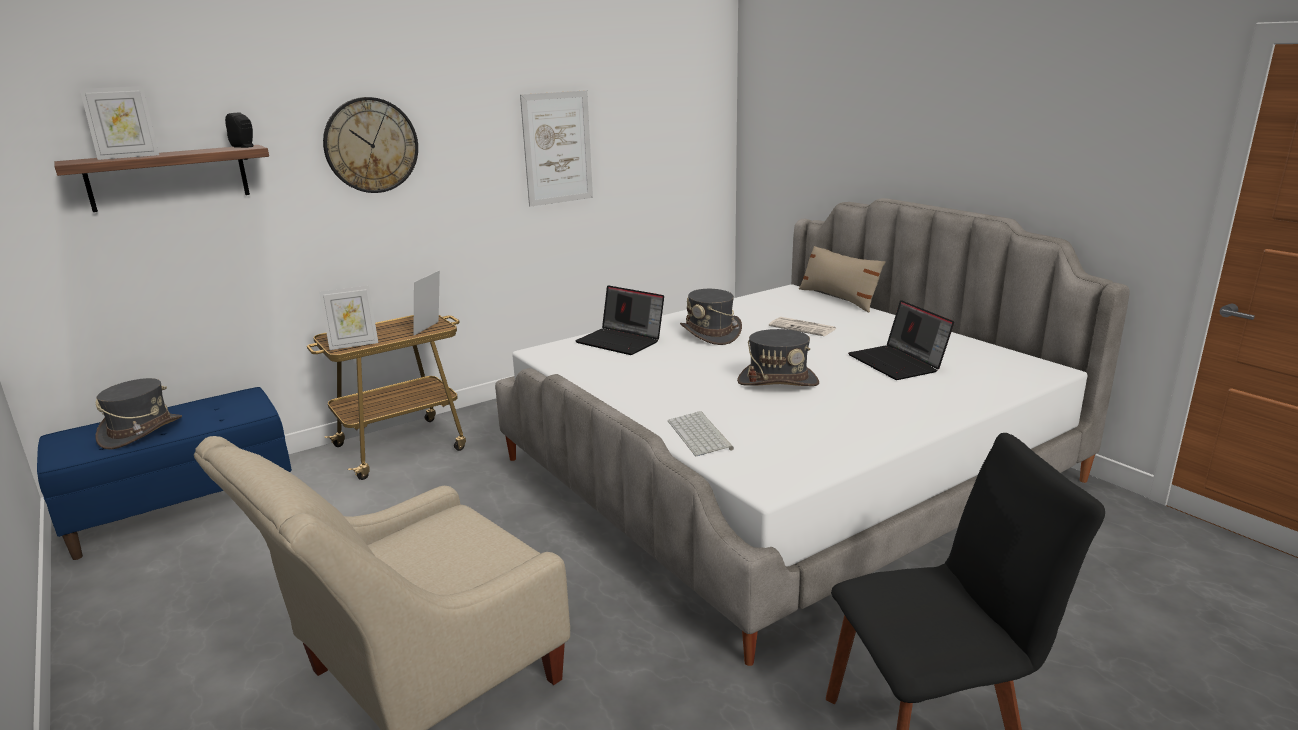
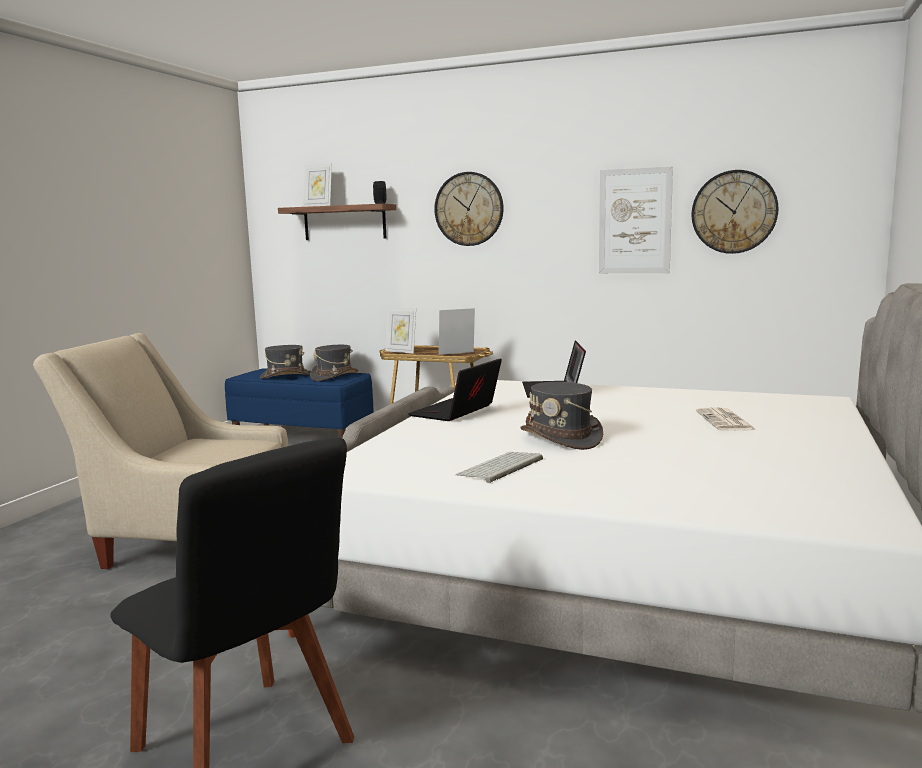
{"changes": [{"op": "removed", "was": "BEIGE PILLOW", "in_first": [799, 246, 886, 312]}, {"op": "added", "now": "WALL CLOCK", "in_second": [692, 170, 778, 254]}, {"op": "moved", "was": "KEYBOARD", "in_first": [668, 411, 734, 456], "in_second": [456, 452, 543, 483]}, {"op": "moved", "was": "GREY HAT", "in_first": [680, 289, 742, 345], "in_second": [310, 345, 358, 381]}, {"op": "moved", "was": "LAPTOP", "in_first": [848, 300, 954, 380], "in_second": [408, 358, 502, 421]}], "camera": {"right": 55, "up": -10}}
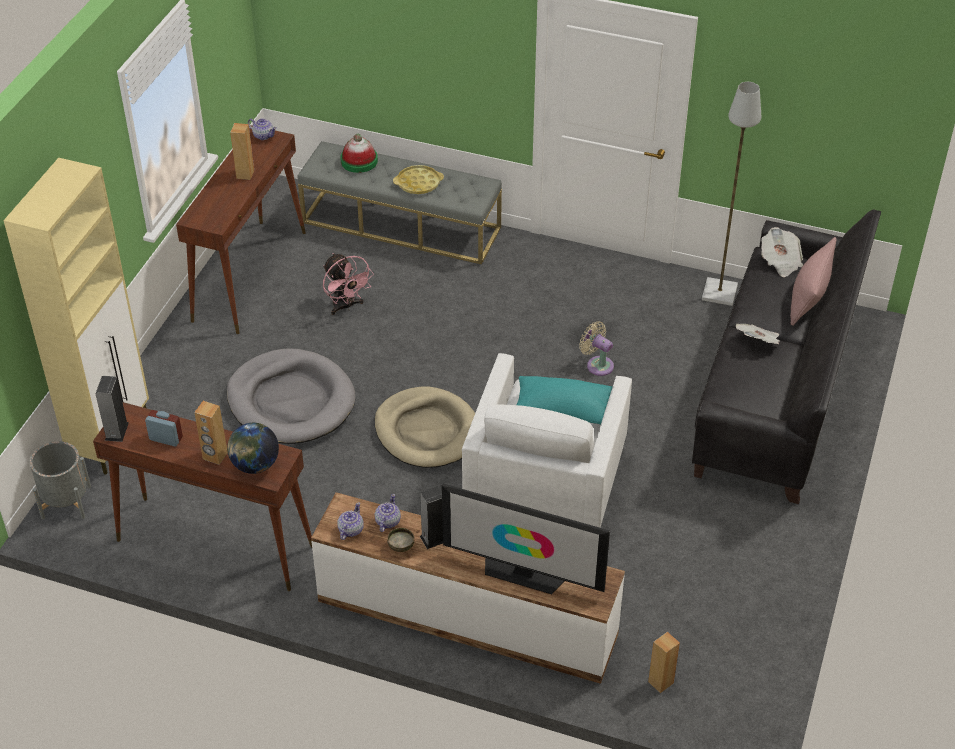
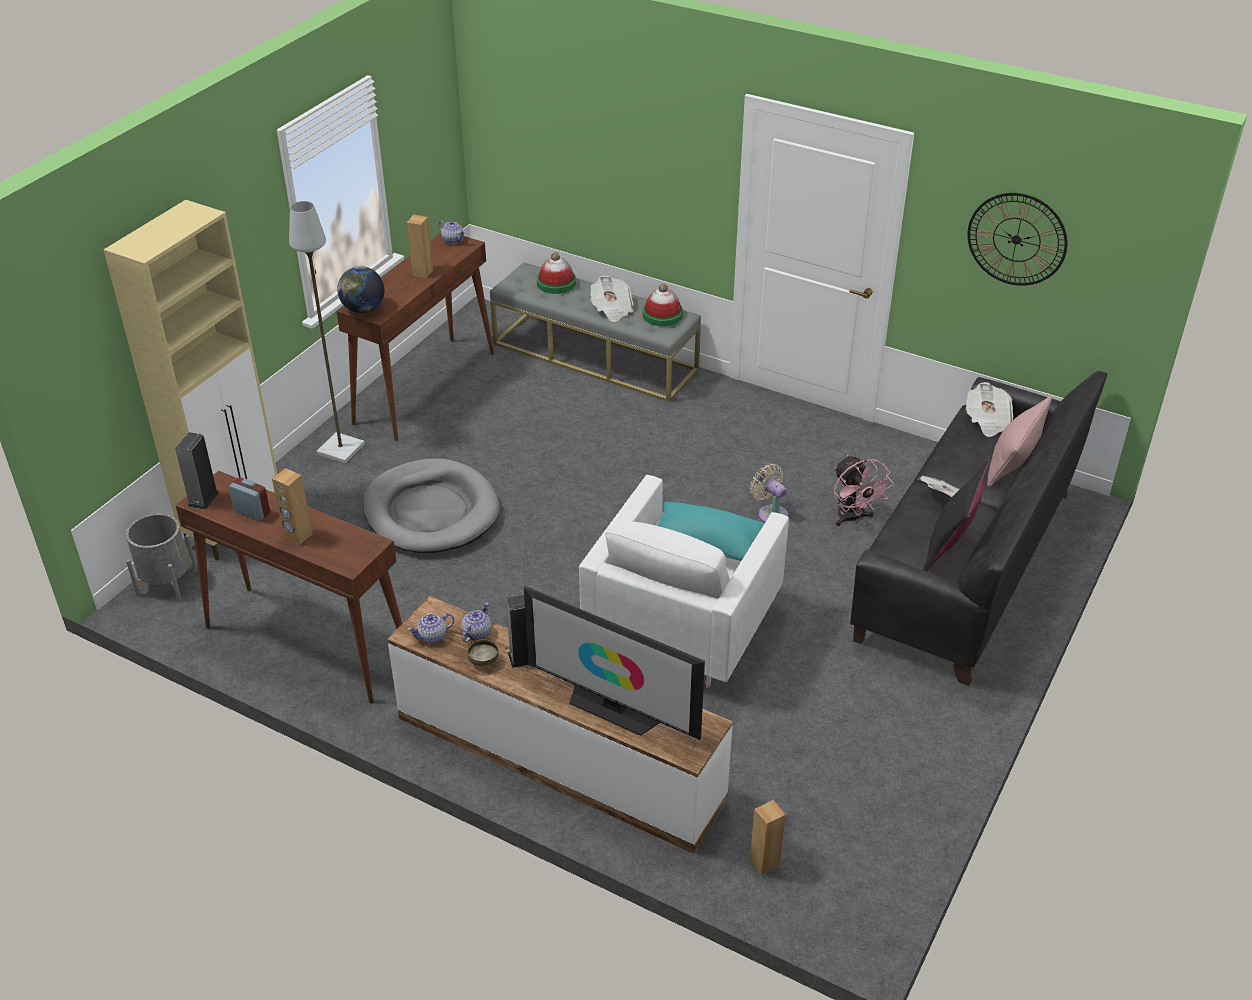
{"changes": [{"op": "removed", "was": "BEIGE DOG BED", "in_first": [375, 387, 475, 468]}, {"op": "added", "now": "HAT", "in_second": [643, 284, 683, 326]}, {"op": "added", "now": "BLACK PILLOW", "in_second": [923, 461, 990, 572]}, {"op": "added", "now": "WALL CLOCK", "in_second": [967, 193, 1068, 286]}, {"op": "moved", "was": "GLOBE", "in_first": [227, 423, 279, 474], "in_second": [337, 266, 385, 313]}, {"op": "moved", "was": "PINK FAN", "in_first": [323, 253, 374, 315], "in_second": [834, 455, 894, 526]}, {"op": "moved", "was": "GREY FLOOR LAMP", "in_first": [702, 82, 761, 306], "in_second": [289, 201, 365, 464]}, {"op": "replaced", "was": "YELLOW TRAY", "now": "NEWSPAPER", "in_first": [393, 165, 444, 194], "in_second": [591, 275, 633, 322]}, {"op": "turned", "was": "TEAPOT", "in_first": [337, 502, 364, 540], "in_second": [407, 613, 454, 644], "clockwise": -150}], "camera": {"right": 10, "up": -5}}
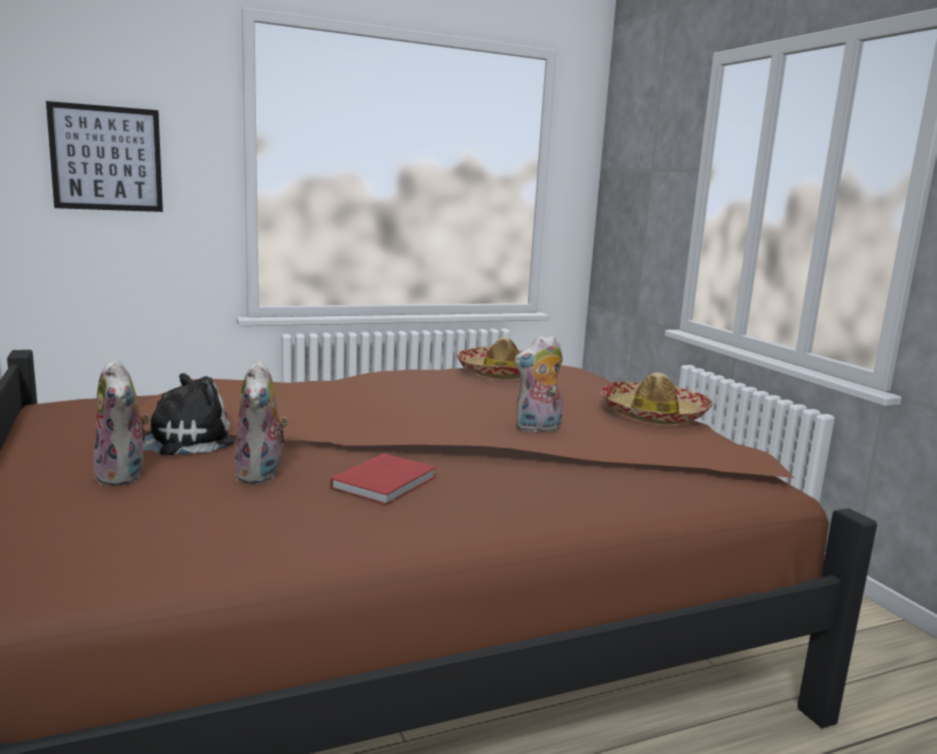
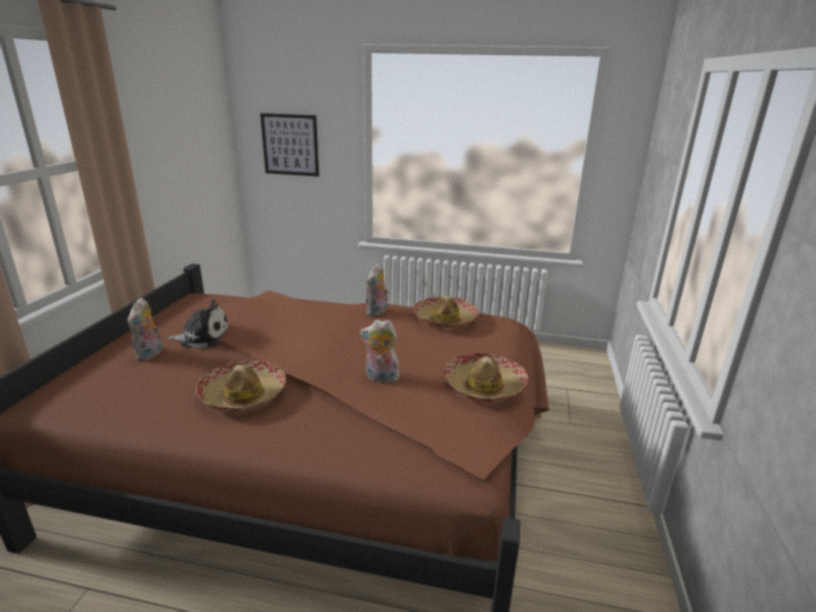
{"changes": [{"op": "moved", "was": "PLUSH TOY", "in_first": [235, 359, 289, 484], "in_second": [366, 263, 388, 317]}, {"op": "replaced", "was": "RED BOOK", "now": "HAT", "in_first": [330, 453, 436, 505], "in_second": [195, 361, 286, 411]}], "camera": {"right": 35, "up": 10}}
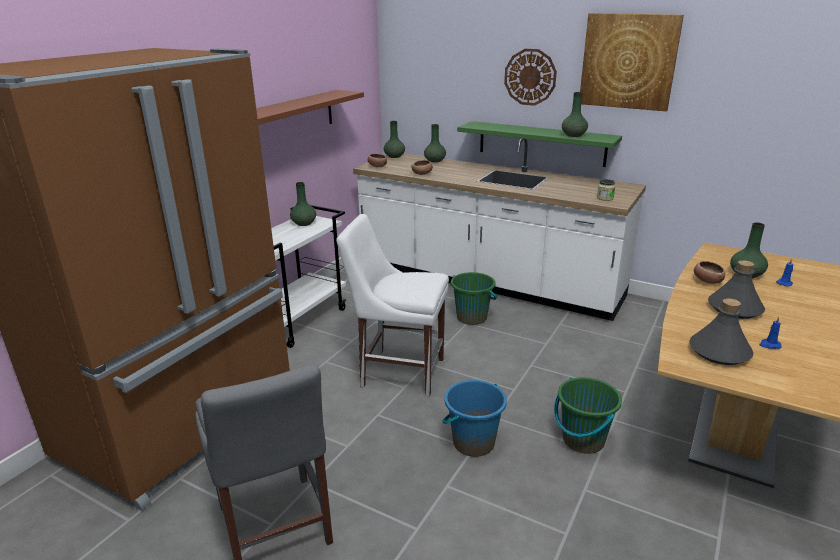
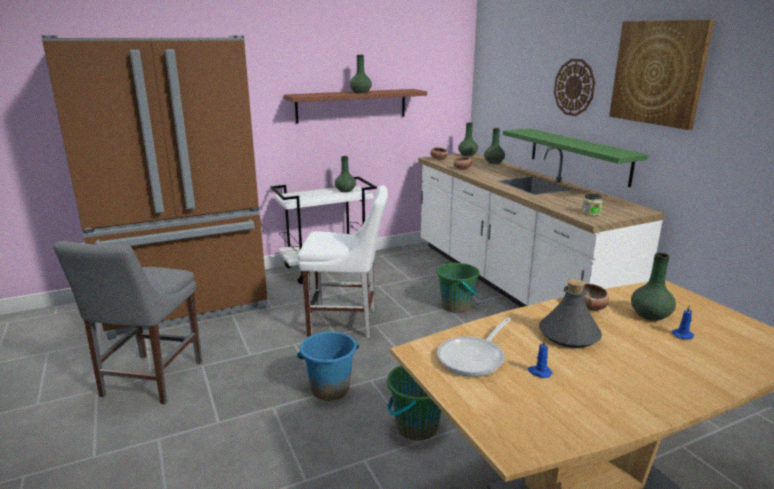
{"changes": [{"op": "moved", "was": "GREEN VASE", "in_first": [562, 92, 588, 137], "in_second": [350, 55, 372, 93]}, {"op": "replaced", "was": "GREY BOTTLE", "now": "FRYING PAN", "in_first": [689, 298, 753, 365], "in_second": [437, 317, 511, 377]}, {"op": "turned", "was": "WHITE CHAIR", "in_first": [336, 214, 449, 396], "in_second": [298, 185, 388, 338], "clockwise": 135}], "camera": {"right": 35, "up": -5}}
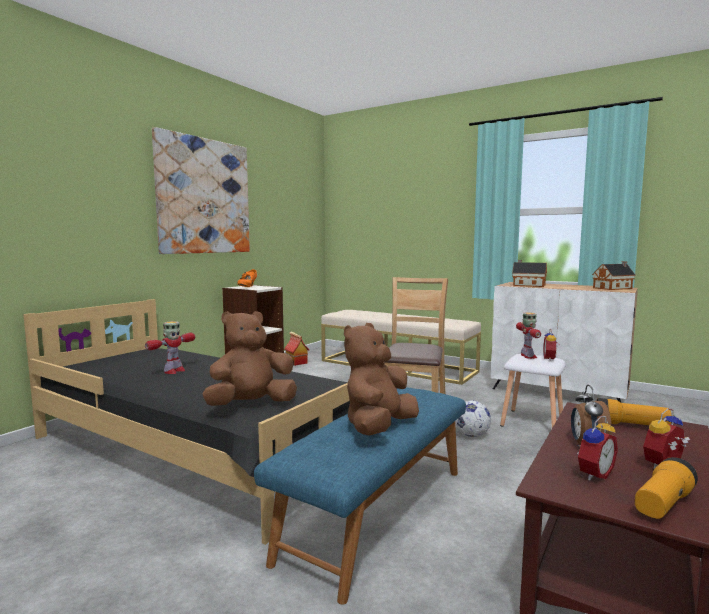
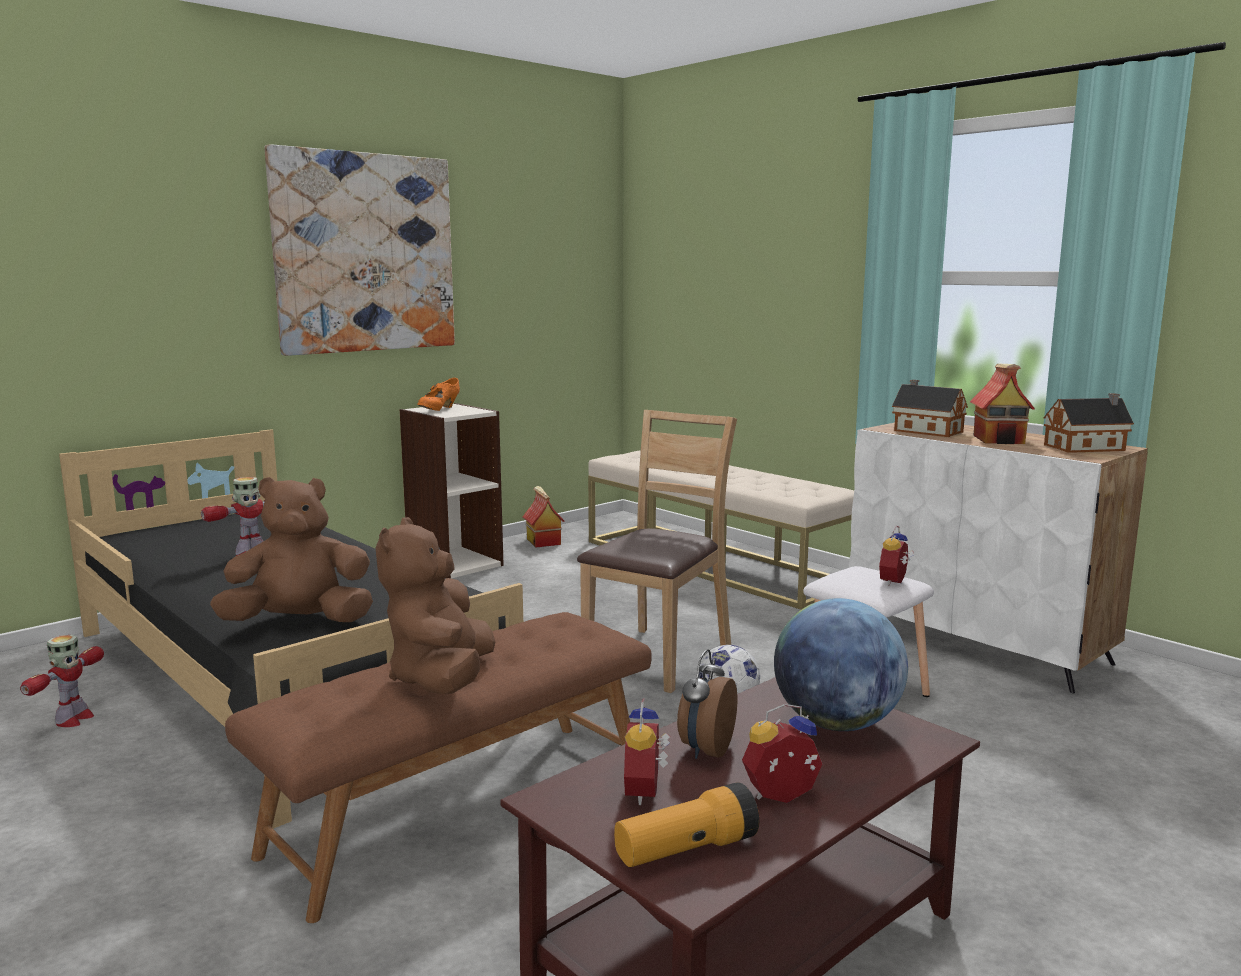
{"changes": [{"op": "added", "now": "TOY HOUSE", "in_second": [970, 364, 1035, 444]}, {"op": "moved", "was": "TOY ROBOT", "in_first": [516, 312, 541, 359], "in_second": [20, 635, 104, 727]}, {"op": "replaced", "was": "FLASHLIGHT", "now": "GLOBE", "in_first": [597, 398, 672, 425], "in_second": [774, 598, 908, 731]}, {"op": "recoloured", "was": "BLUE BENCH", "now": "BROWN BENCH", "in_first": [254, 387, 466, 605], "in_second": [225, 612, 652, 923]}, {"op": "turned", "was": "BROWN PLUSH TOY", "in_first": [344, 323, 419, 436], "in_second": [375, 517, 495, 694], "clockwise": -45}, {"op": "turned", "was": "ALARM CLOCK", "in_first": [576, 416, 618, 481], "in_second": [624, 698, 670, 805], "clockwise": 120}], "camera": {"right": 15, "up": 5}}
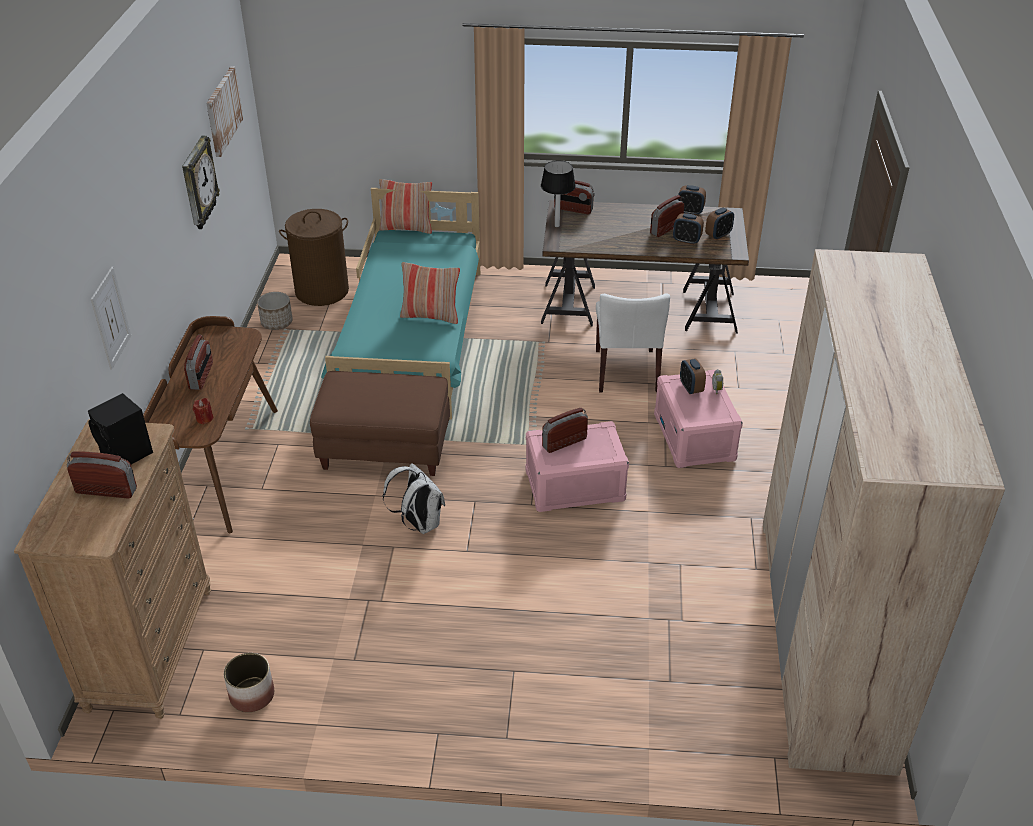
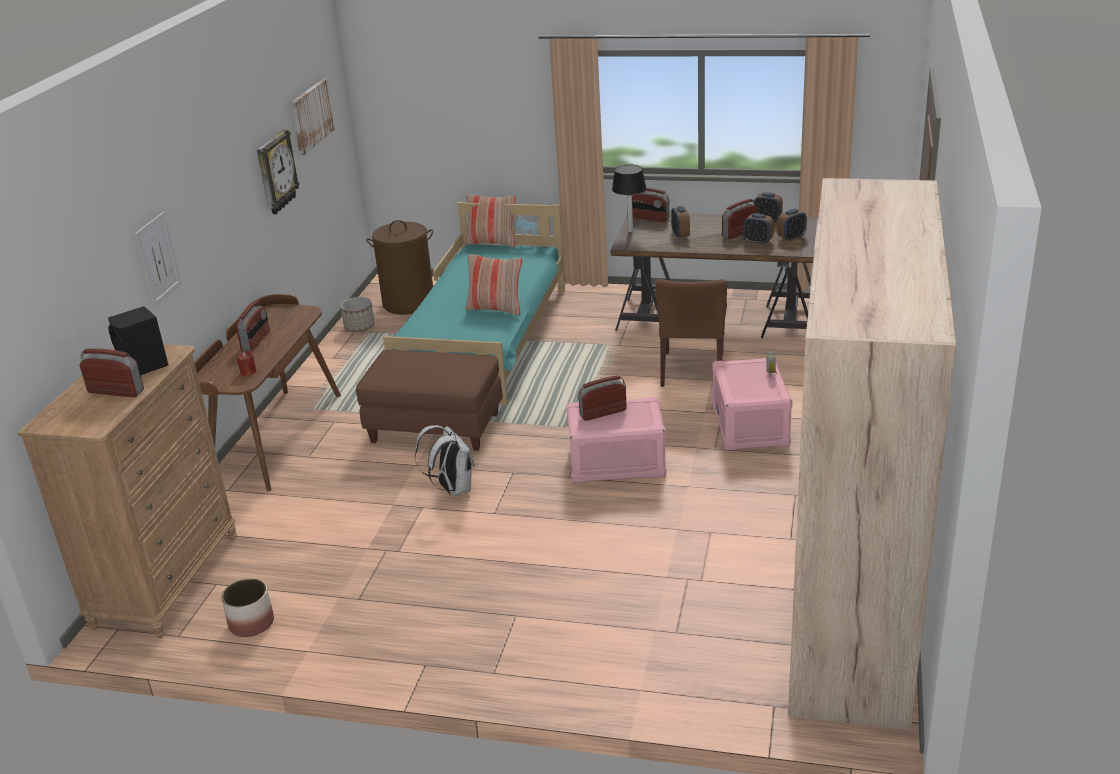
{"changes": [{"op": "moved", "was": "ALARM CLOCK", "in_first": [680, 358, 706, 394], "in_second": [671, 206, 690, 238]}, {"op": "recoloured", "was": "WHITE CHAIR", "now": "BROWN CHAIR", "in_first": [596, 293, 670, 392], "in_second": [656, 279, 727, 387]}], "camera": {"right": 10, "up": -10}}
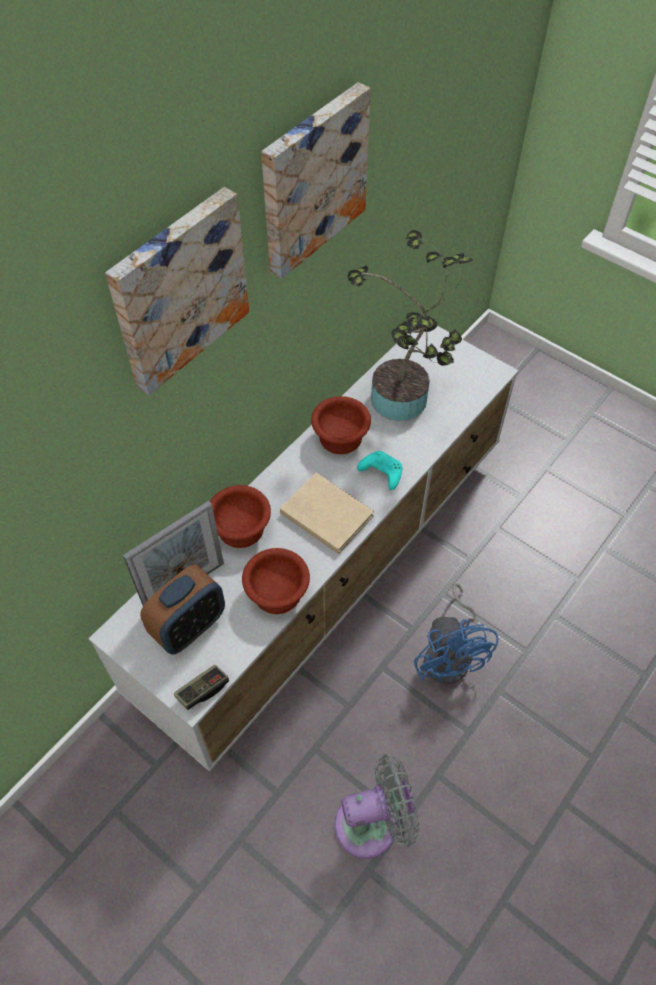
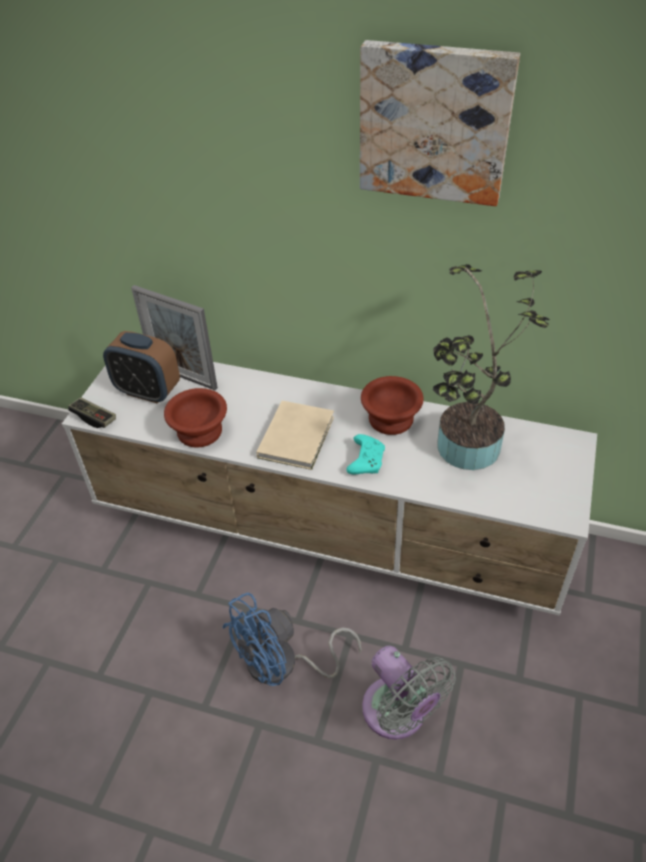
{"changes": [{"op": "removed", "was": "PICTURE", "in_first": [105, 187, 249, 395]}, {"op": "removed", "was": "BROWN BOWL", "in_first": [210, 485, 271, 548]}, {"op": "moved", "was": "GREY FAN", "in_first": [334, 754, 420, 859], "in_second": [362, 645, 456, 740]}], "camera": {"right": 70, "up": -10}}
